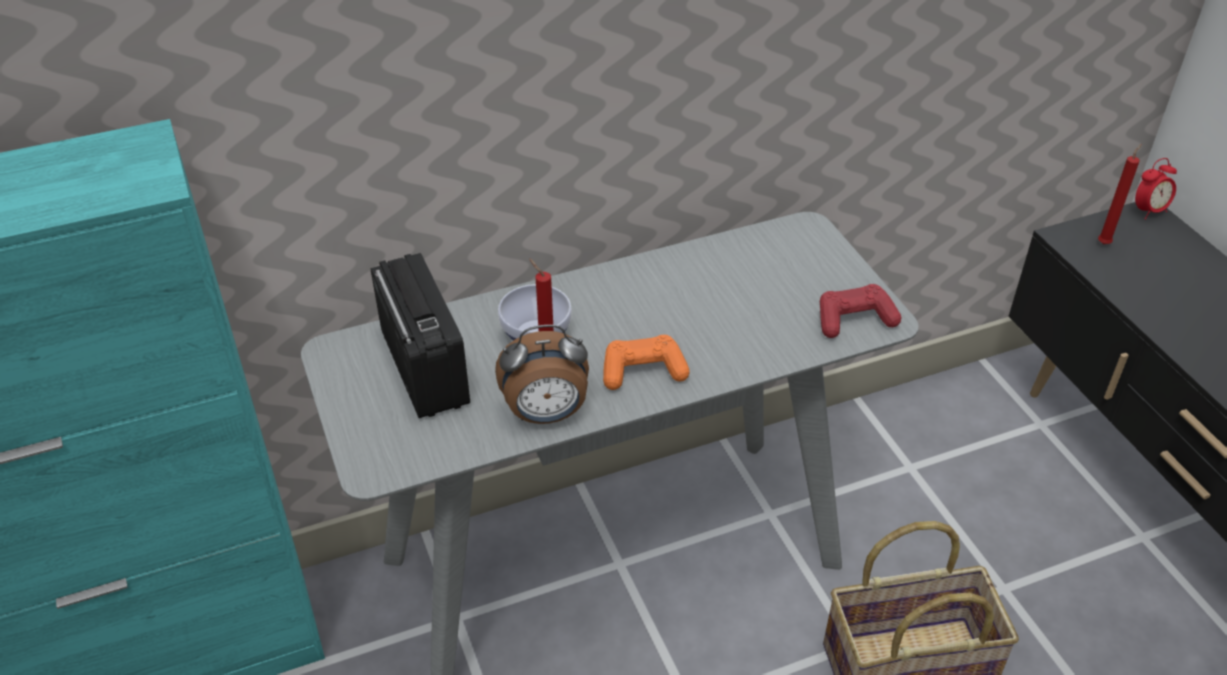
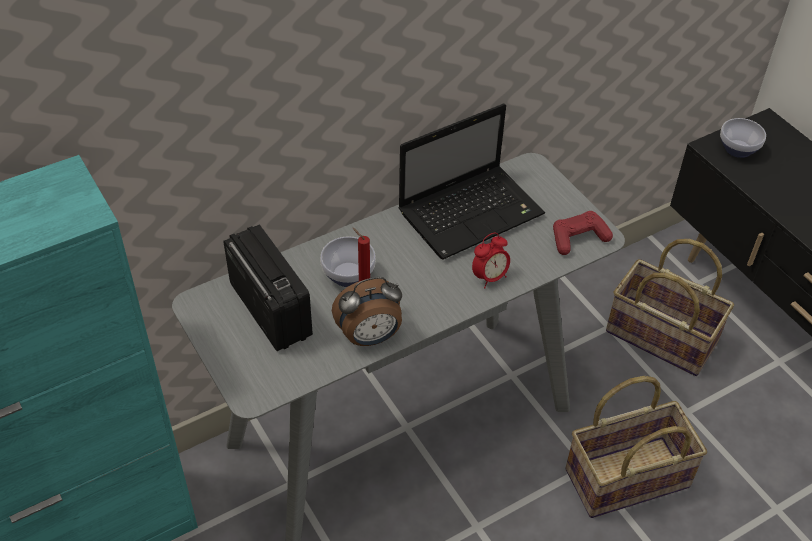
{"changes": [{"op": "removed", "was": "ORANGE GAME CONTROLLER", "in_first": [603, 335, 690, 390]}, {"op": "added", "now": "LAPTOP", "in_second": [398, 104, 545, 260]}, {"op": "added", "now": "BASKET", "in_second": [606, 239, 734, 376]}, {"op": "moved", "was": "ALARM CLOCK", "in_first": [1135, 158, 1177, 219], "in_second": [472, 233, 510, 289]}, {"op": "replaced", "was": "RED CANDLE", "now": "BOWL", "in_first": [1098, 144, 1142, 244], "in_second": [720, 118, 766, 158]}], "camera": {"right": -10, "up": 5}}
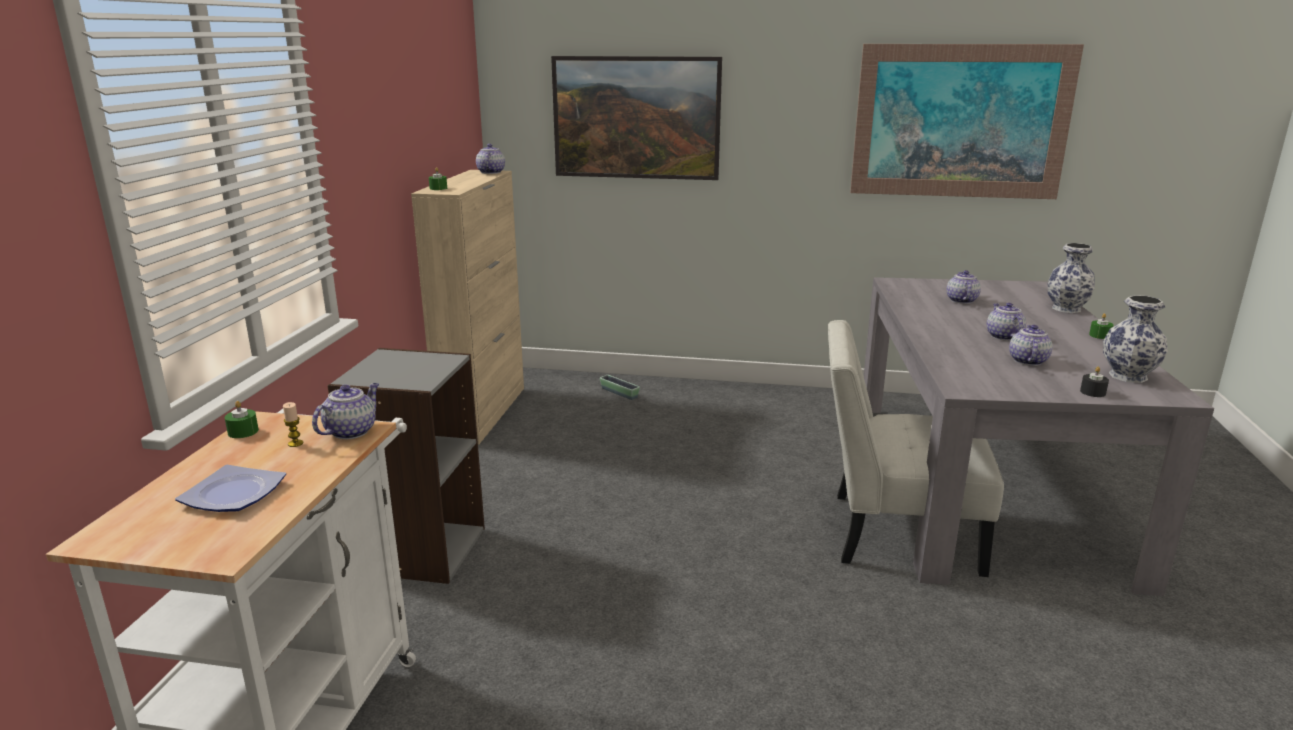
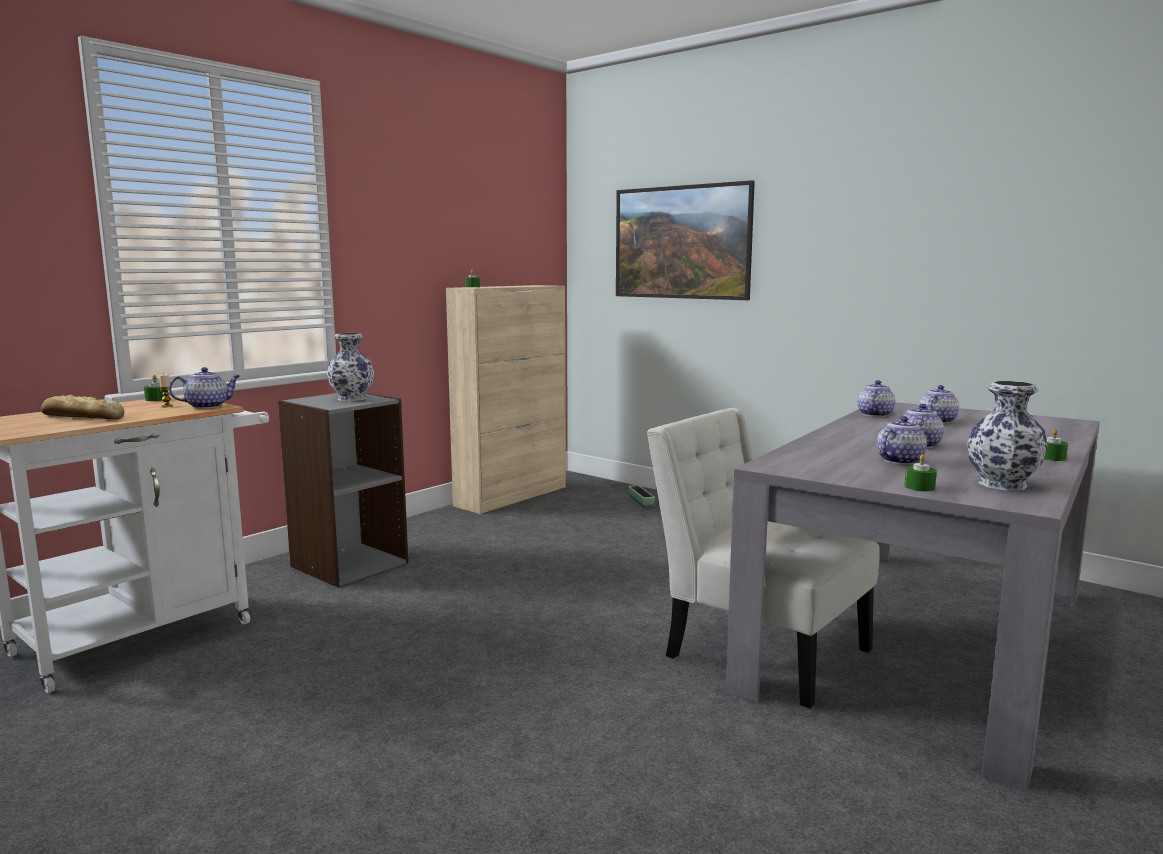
{"changes": [{"op": "removed", "was": "PICTURE", "in_first": [850, 44, 1084, 199]}, {"op": "moved", "was": "TEAPOT", "in_first": [476, 144, 505, 174], "in_second": [857, 380, 895, 417]}, {"op": "moved", "was": "VASE", "in_first": [1048, 243, 1095, 313], "in_second": [327, 333, 374, 401]}, {"op": "replaced", "was": "PLATE", "now": "BREAD", "in_first": [175, 465, 286, 512], "in_second": [41, 395, 124, 419]}, {"op": "recoloured", "was": "BLACK CANDLE", "now": "GREEN CANDLE", "in_first": [1080, 366, 1109, 397], "in_second": [904, 454, 937, 491]}], "camera": {"right": 30, "up": -10}}
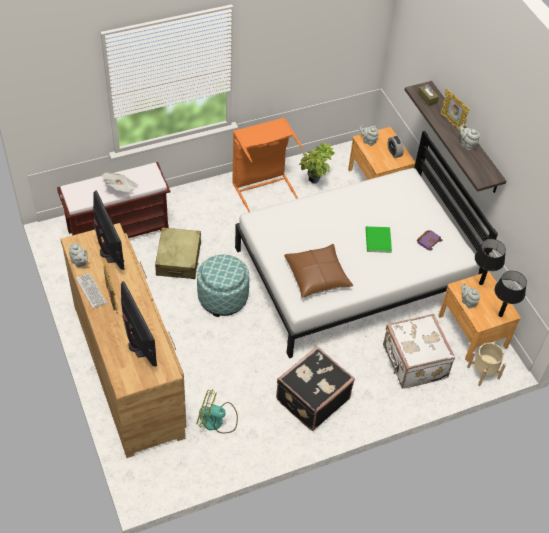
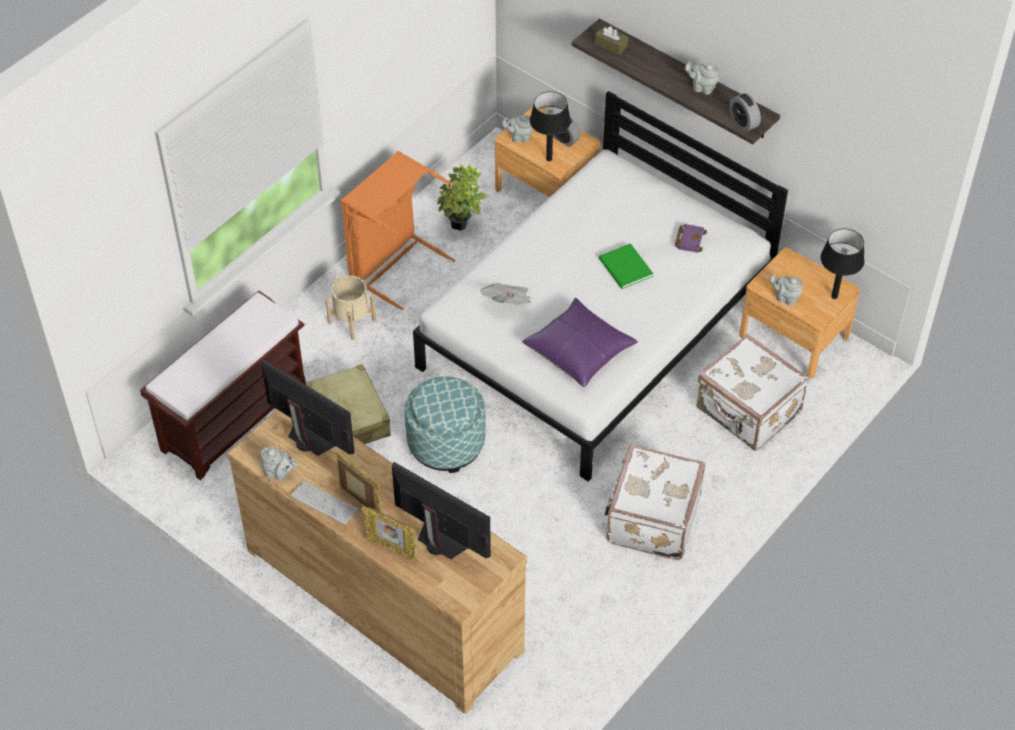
{"changes": [{"op": "removed", "was": "FAN", "in_first": [196, 389, 238, 434]}, {"op": "added", "now": "ALARM CLOCK", "in_second": [729, 93, 761, 132]}, {"op": "moved", "was": "NEWSPAPER", "in_first": [102, 172, 138, 192], "in_second": [480, 283, 531, 305]}, {"op": "moved", "was": "PICTURE FRAME", "in_first": [440, 88, 470, 131], "in_second": [361, 506, 418, 561]}, {"op": "moved", "was": "BEIGE PLANTER", "in_first": [467, 343, 506, 386], "in_second": [325, 275, 376, 340]}, {"op": "moved", "was": "BLACK TABLE LAMP", "in_first": [475, 239, 506, 285], "in_second": [530, 91, 571, 161]}, {"op": "recoloured", "was": "BLACK SUITCASE", "now": "WHITE SUITCASE", "in_first": [276, 346, 355, 431], "in_second": [605, 444, 705, 560]}, {"op": "recoloured", "was": "BROWN PILLOW", "now": "PURPLE PILLOW", "in_first": [284, 244, 353, 298], "in_second": [522, 298, 638, 387]}], "camera": {"right": -25, "up": 0}}
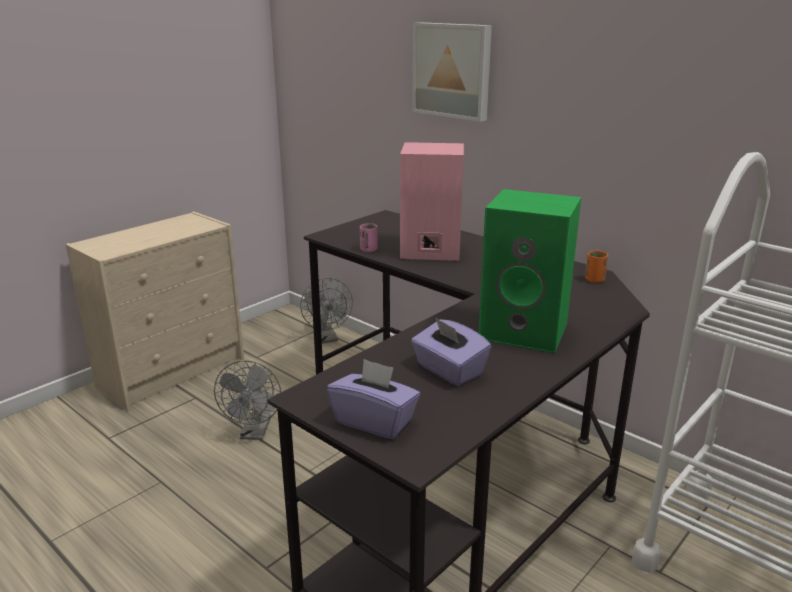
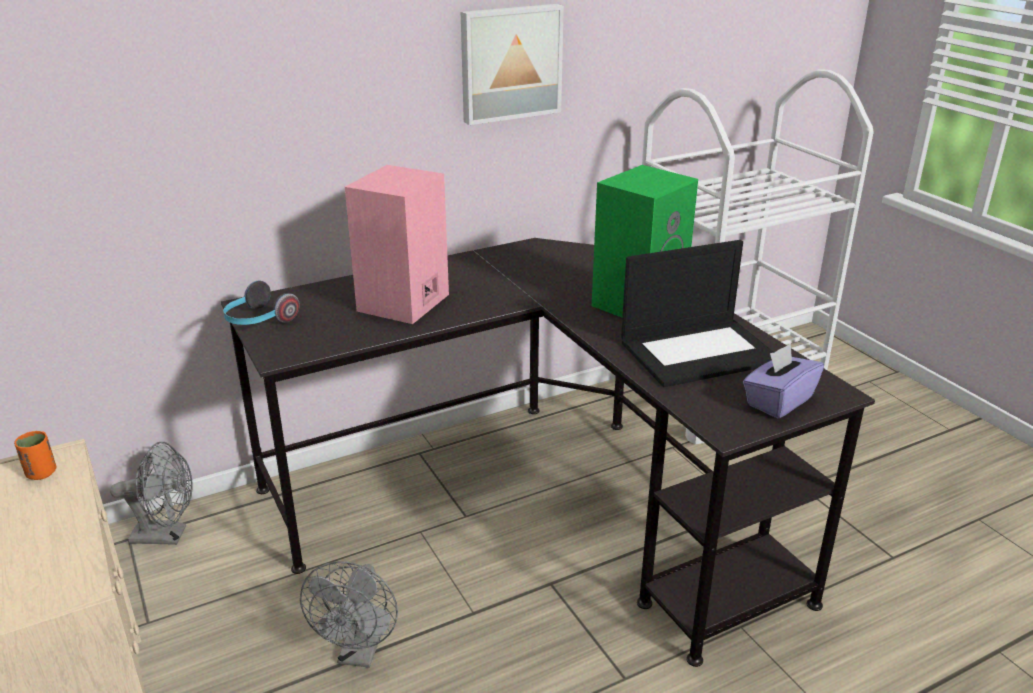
{"changes": [{"op": "removed", "was": "PINK CUP", "in_first": [360, 223, 378, 252]}, {"op": "added", "now": "HEADPHONES", "in_second": [223, 281, 300, 325]}, {"op": "moved", "was": "PICTURE", "in_first": [412, 22, 492, 122], "in_second": [461, 4, 564, 125]}, {"op": "moved", "was": "ORANGE CUP", "in_first": [585, 250, 608, 283], "in_second": [14, 431, 57, 480]}, {"op": "replaced", "was": "PURPLE TISSUE BOX", "now": "LAPTOP", "in_first": [411, 317, 491, 386], "in_second": [621, 240, 775, 387]}, {"op": "turned", "was": "GREY FAN", "in_first": [214, 360, 281, 440], "in_second": [300, 562, 398, 668], "clockwise": 75}], "camera": {"right": -70, "up": 5}}
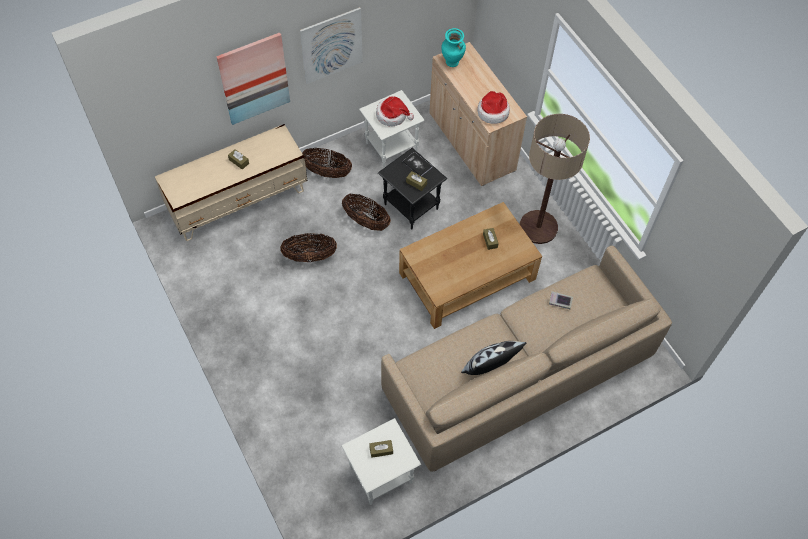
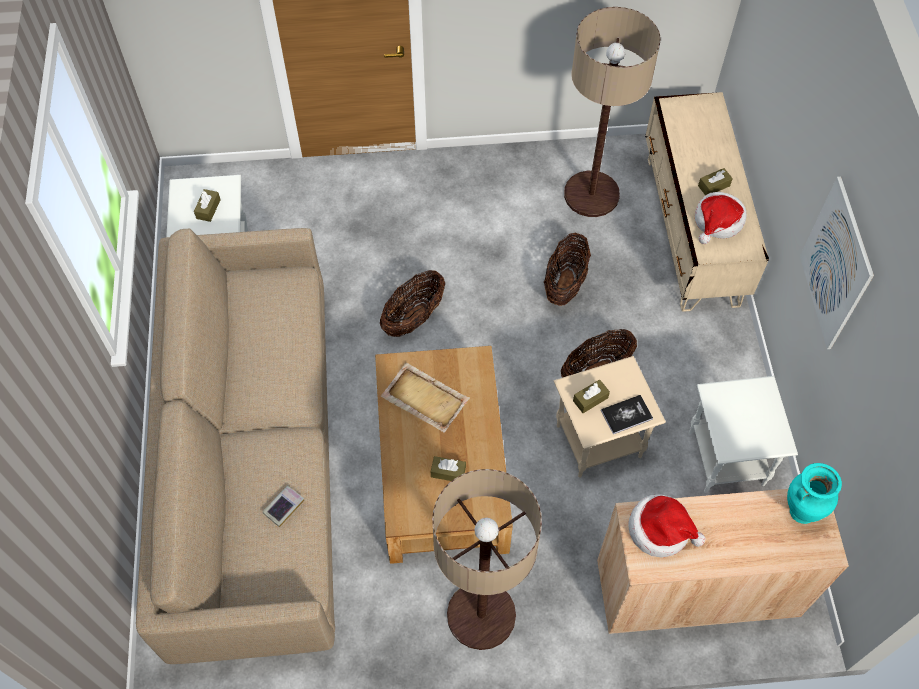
{"changes": [{"op": "removed", "was": "PICTURE", "in_first": [216, 33, 290, 125]}, {"op": "removed", "was": "PILLOW", "in_first": [461, 341, 526, 375]}, {"op": "added", "now": "BEIGE TRAY", "in_second": [381, 362, 470, 432]}, {"op": "added", "now": "FLOOR LAMP", "in_second": [564, 7, 661, 217]}, {"op": "moved", "was": "BASKET", "in_first": [302, 148, 352, 178], "in_second": [380, 270, 445, 337]}, {"op": "moved", "was": "HAT", "in_first": [376, 97, 414, 126], "in_second": [695, 192, 747, 244]}, {"op": "recoloured", "was": "BLACK SIDE TABLE", "now": "BEIGE SIDE TABLE", "in_first": [378, 148, 447, 229], "in_second": [554, 356, 666, 478]}], "camera": {"right": 115, "up": 0}}
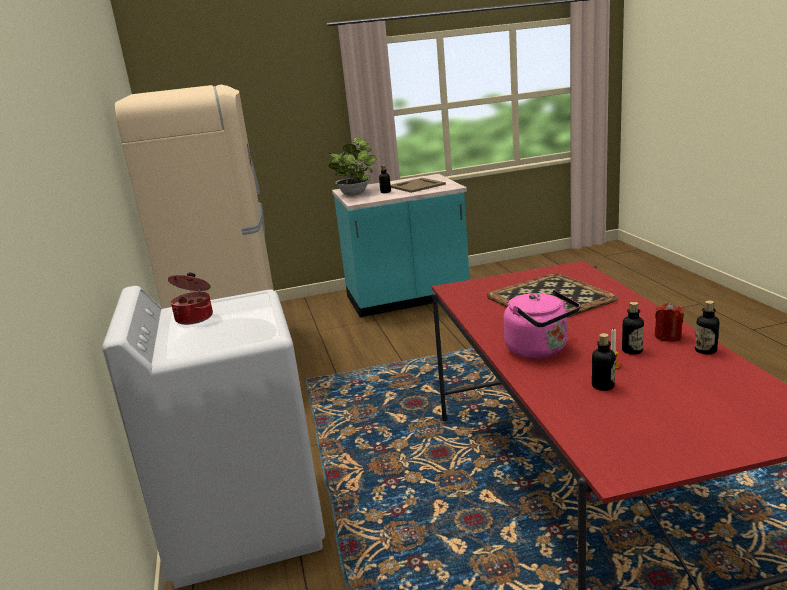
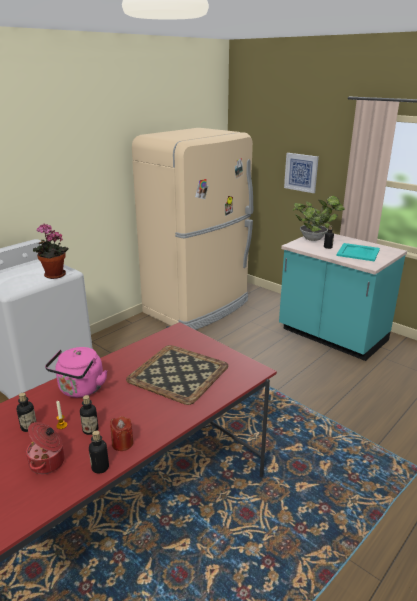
{"changes": [{"op": "added", "now": "POTTED PLANT", "in_second": [33, 224, 69, 279]}, {"op": "added", "now": "PICTURE", "in_second": [284, 153, 319, 193]}, {"op": "moved", "was": "COOKING POT", "in_first": [168, 272, 213, 325], "in_second": [25, 422, 64, 474]}, {"op": "recoloured", "was": "BEIGE TRAY", "now": "TURQUOISE TRAY", "in_first": [391, 178, 446, 193], "in_second": [336, 243, 380, 262]}], "camera": {"right": 55, "up": 5}}
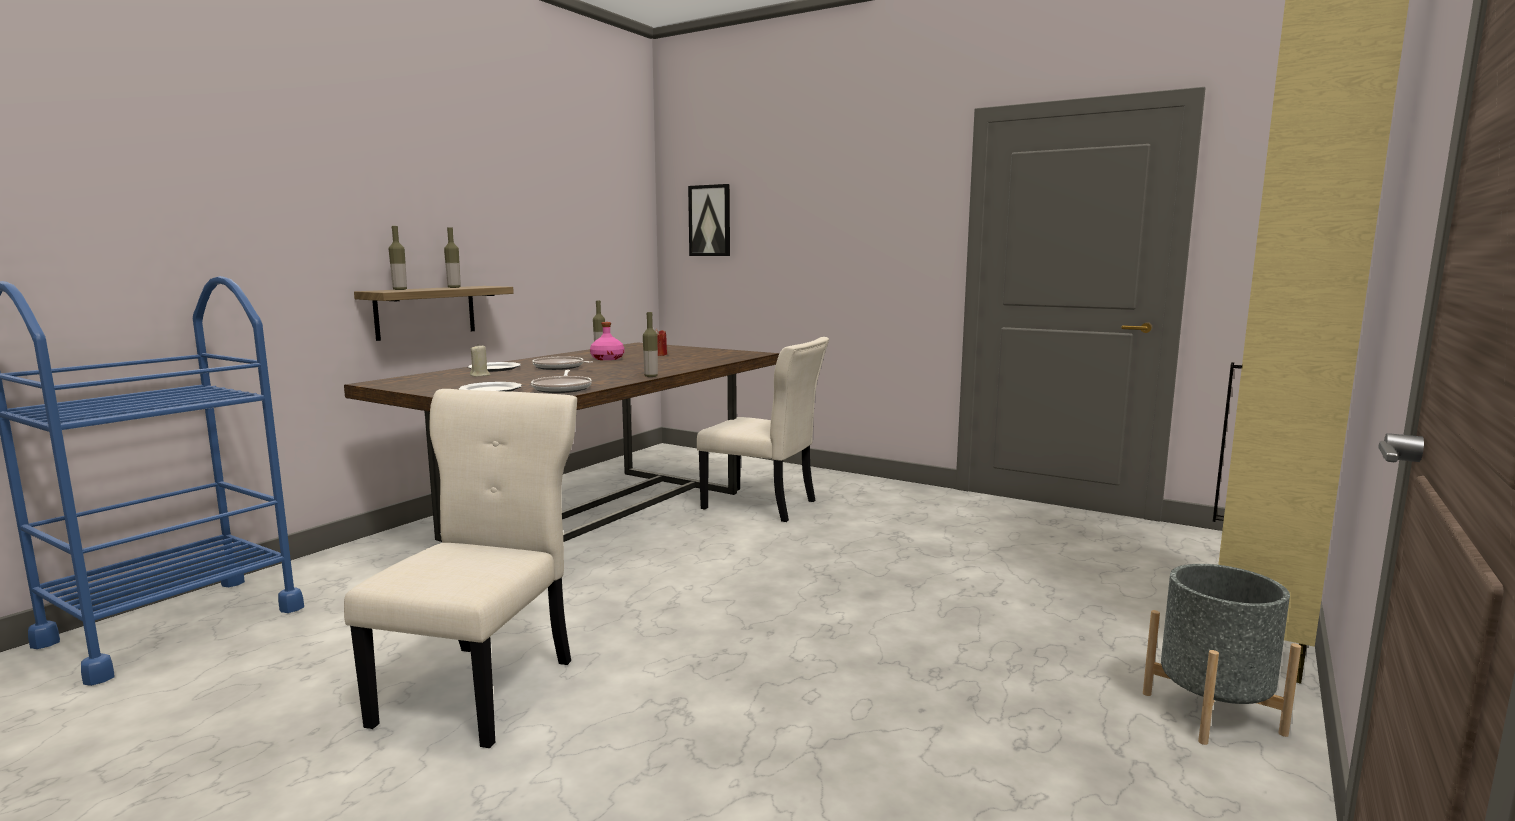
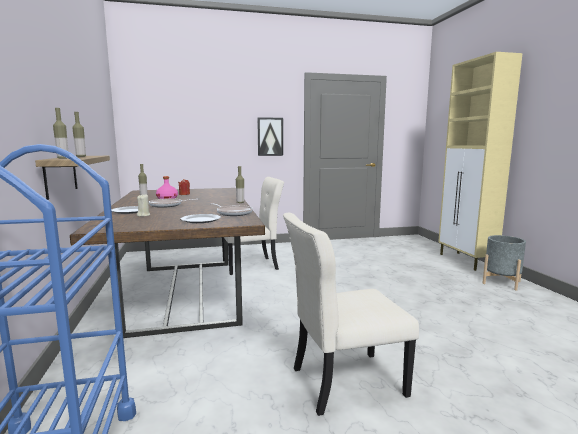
{"changes": [{"op": "moved", "was": "PICTURE", "in_first": [688, 184, 730, 256], "in_second": [257, 117, 283, 156]}, {"op": "turned", "was": "BEIGE CHAIR", "in_first": [344, 389, 577, 748], "in_second": [283, 213, 419, 416], "clockwise": -75}], "camera": {"right": -45, "up": 0}}
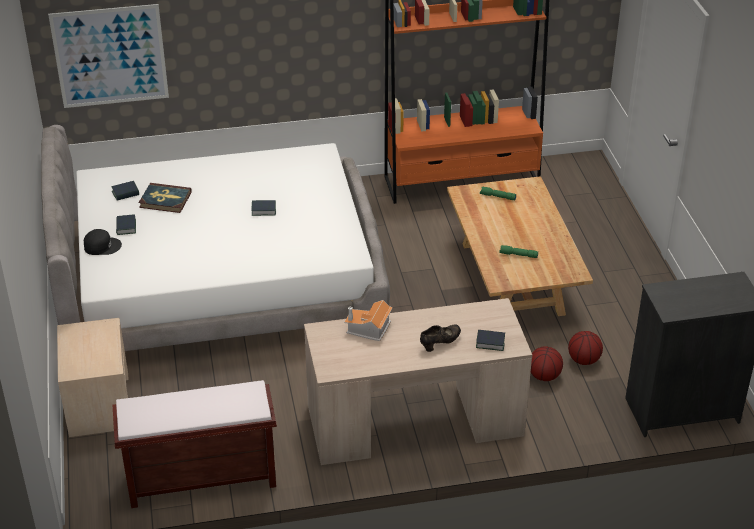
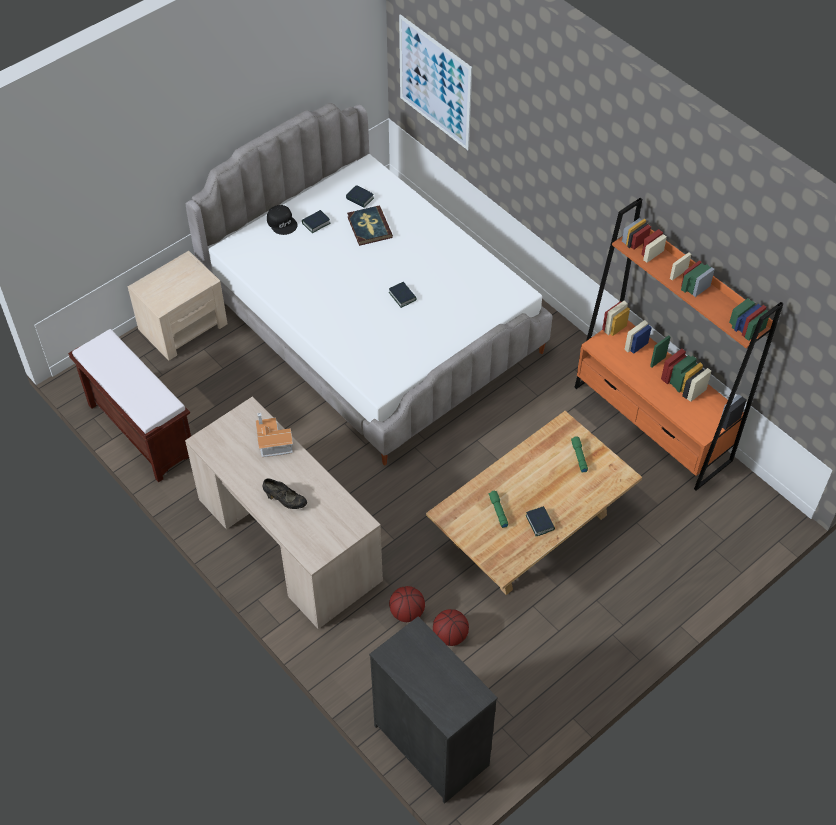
{"changes": [{"op": "moved", "was": "BOOK", "in_first": [476, 330, 505, 351], "in_second": [526, 506, 555, 536]}], "camera": {"right": 60, "up": 15}}
